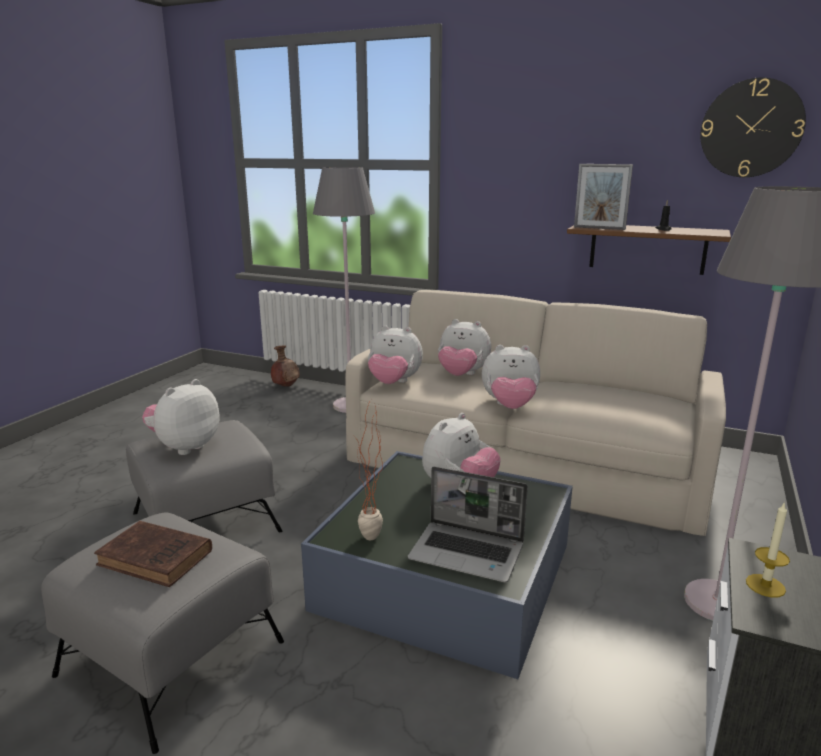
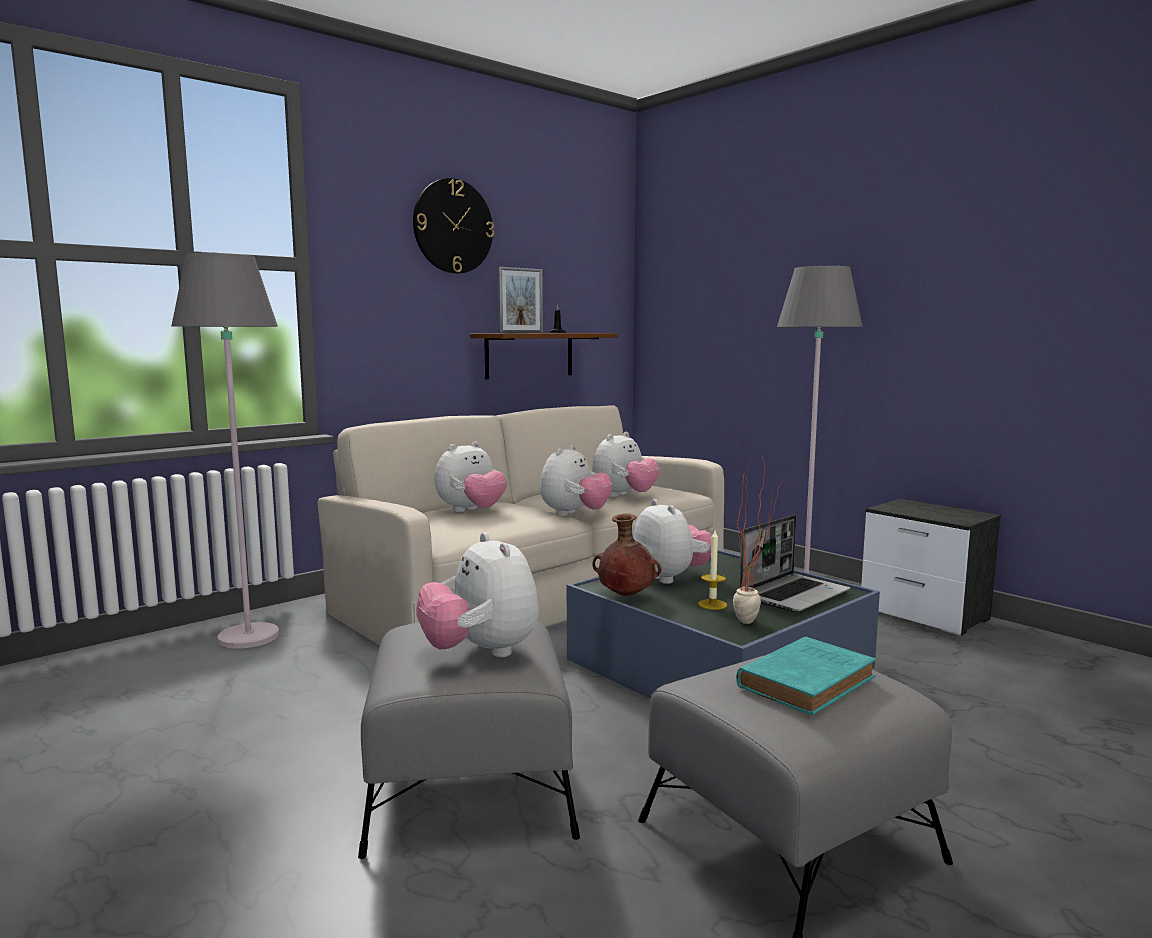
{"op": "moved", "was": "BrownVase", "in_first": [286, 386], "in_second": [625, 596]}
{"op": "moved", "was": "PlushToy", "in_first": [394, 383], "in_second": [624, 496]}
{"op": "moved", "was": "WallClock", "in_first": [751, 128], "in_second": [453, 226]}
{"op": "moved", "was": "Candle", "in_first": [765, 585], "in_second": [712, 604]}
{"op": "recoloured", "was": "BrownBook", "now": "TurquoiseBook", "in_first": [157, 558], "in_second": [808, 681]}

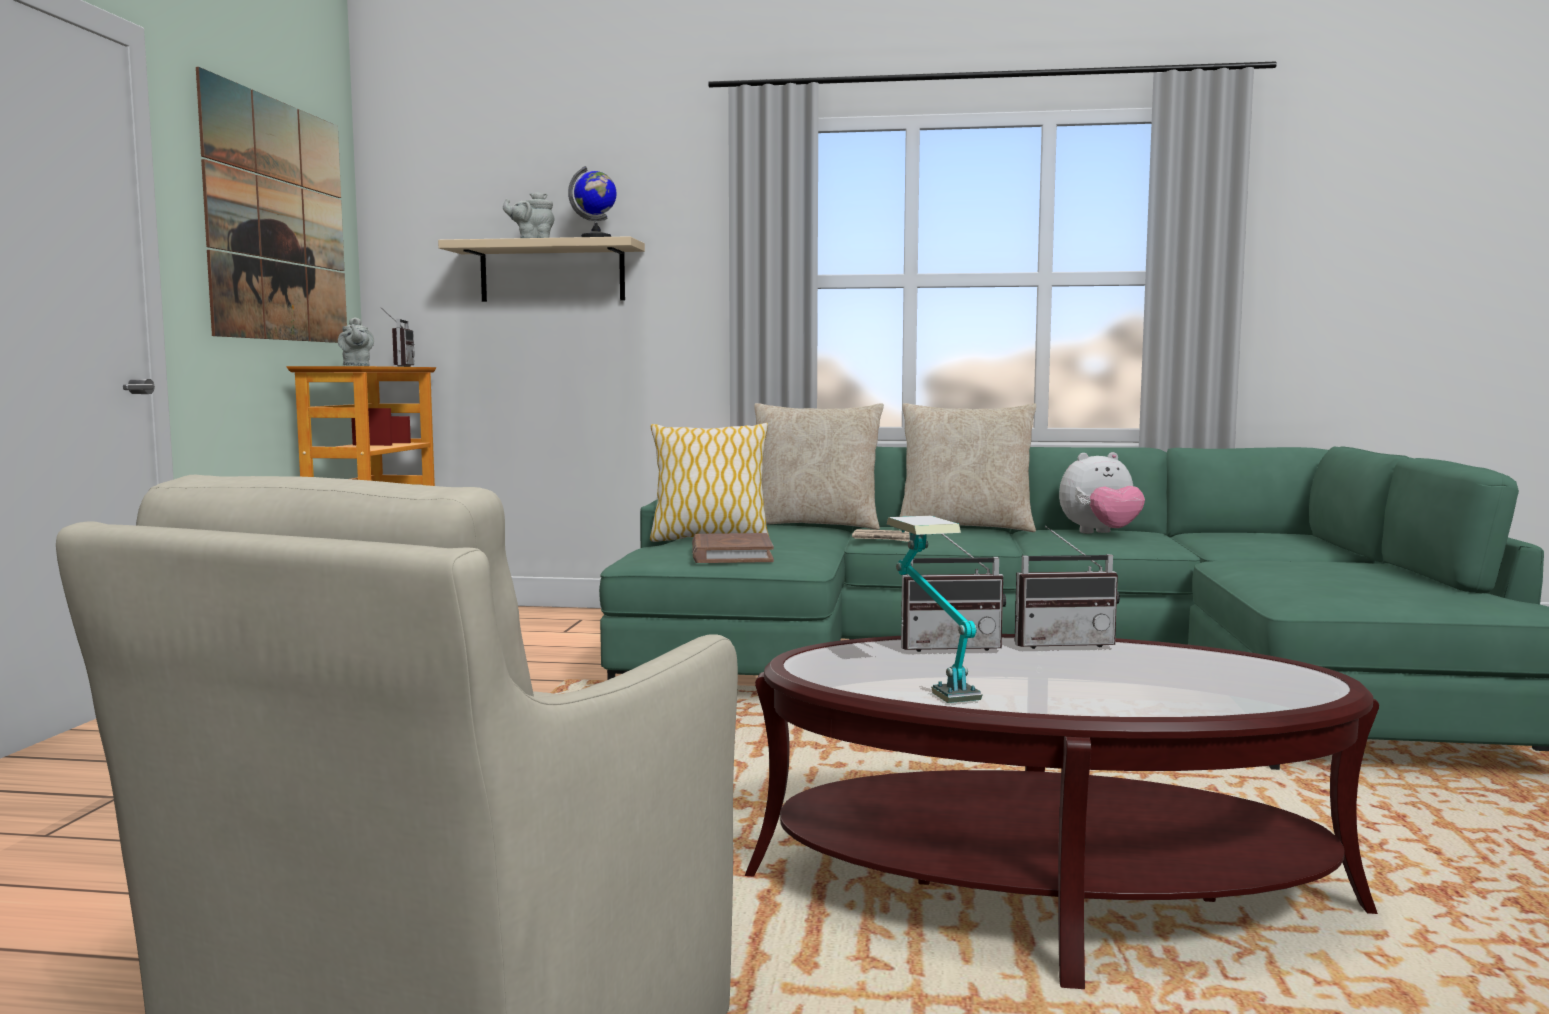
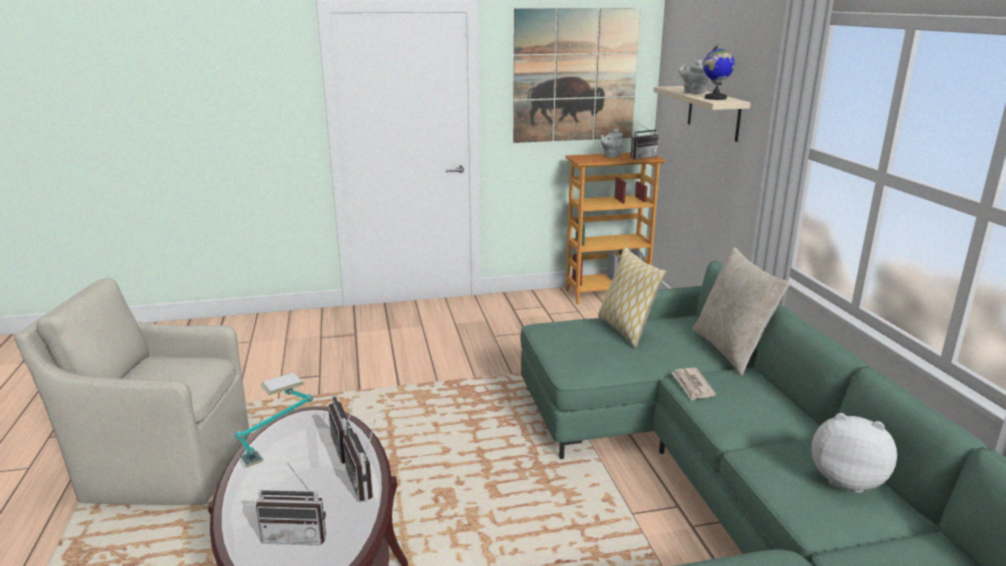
{"op": "removed", "was": "BrownBook", "in_first": [731, 554]}
{"op": "removed", "was": "BeigePillow", "in_first": [965, 527]}
{"op": "added", "now": "Radio", "in_second": [297, 534]}
{"op": "turned", "was": "PlushToy", "in_first": [1100, 534], "in_second": [846, 479], "clockwise": 150}

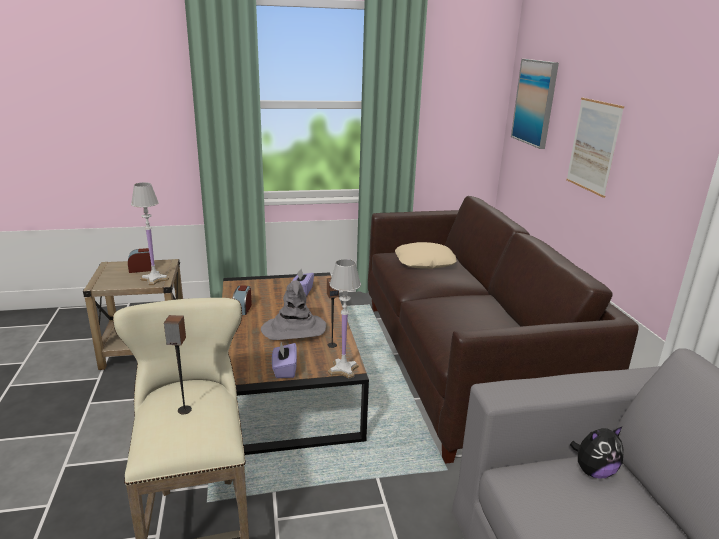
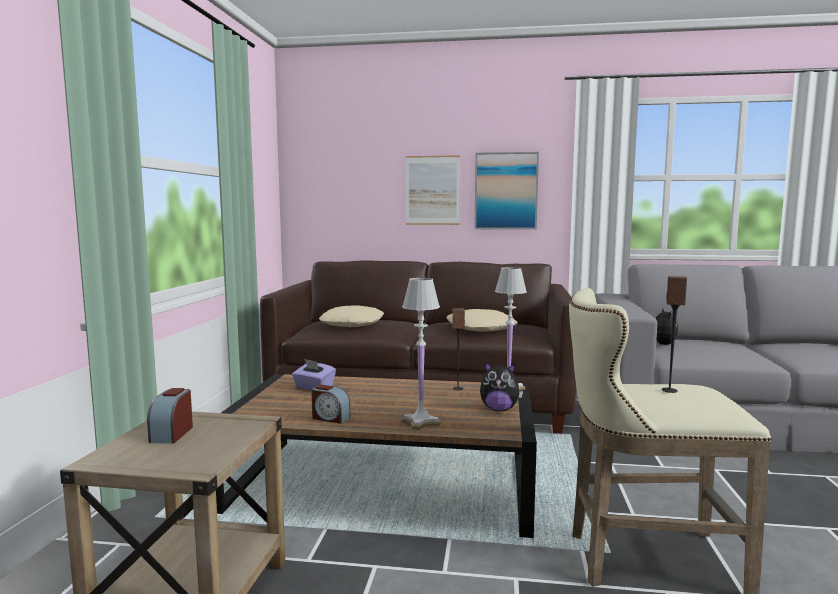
{"op": "removed", "was": "GreyHat", "in_first": [294, 329]}
{"op": "added", "now": "BeigePillow", "in_second": [481, 328]}
{"op": "moved", "was": "WhiteTableLamp", "in_first": [155, 279], "in_second": [420, 422]}
{"op": "moved", "was": "Picture", "in_first": [535, 102], "in_second": [506, 191]}
{"op": "replaced", "was": "PurpleTissueBox", "now": "PlushToy", "in_first": [284, 370], "in_second": [499, 409]}

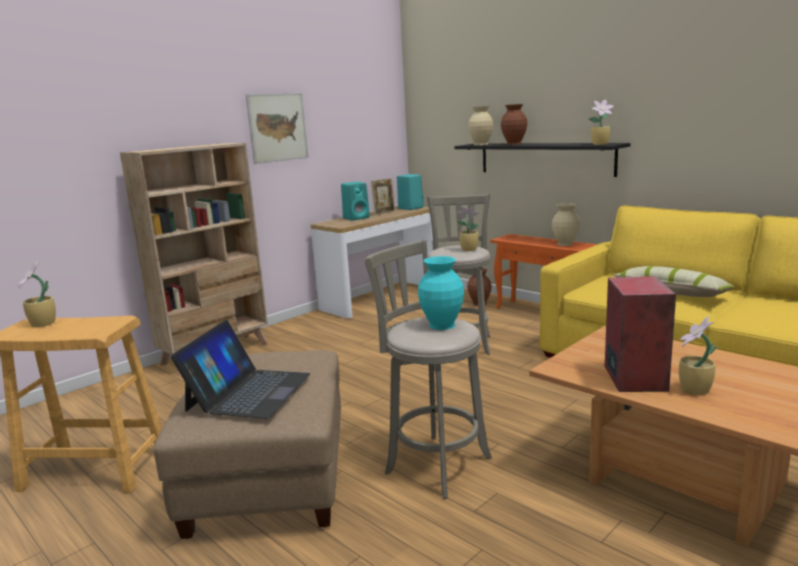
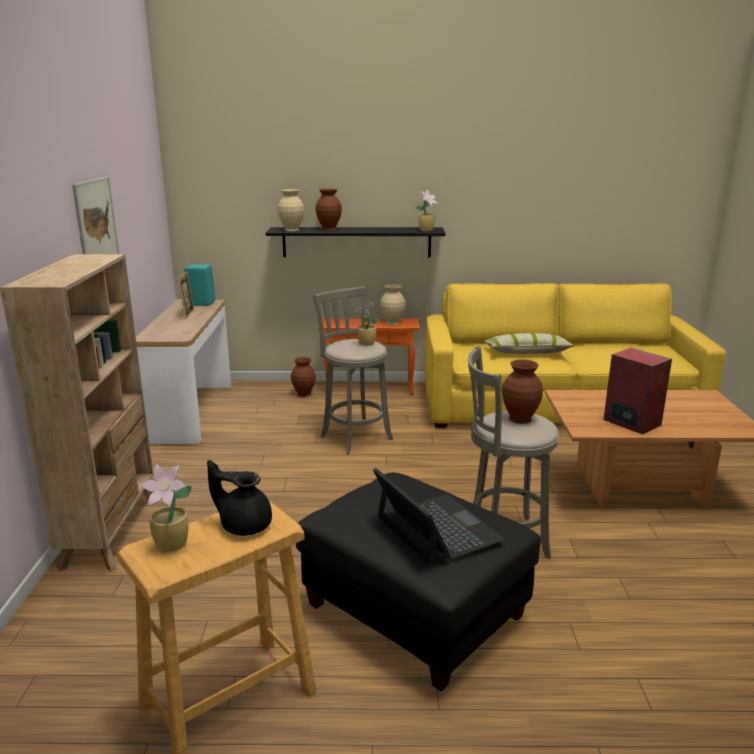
{"op": "removed", "was": "TurquoiseSpeaker", "in_first": [357, 218]}
{"op": "removed", "was": "PottedPlant", "in_first": [694, 390]}
{"op": "added", "now": "BlackTeapot", "in_second": [244, 525]}
{"op": "recoloured", "was": "BeigeOttoman", "now": "BlackOttoman", "in_first": [269, 479], "in_second": [413, 612]}
{"op": "recoloured", "was": "TurquoiseVase", "now": "BrownVase", "in_first": [441, 325], "in_second": [519, 419]}

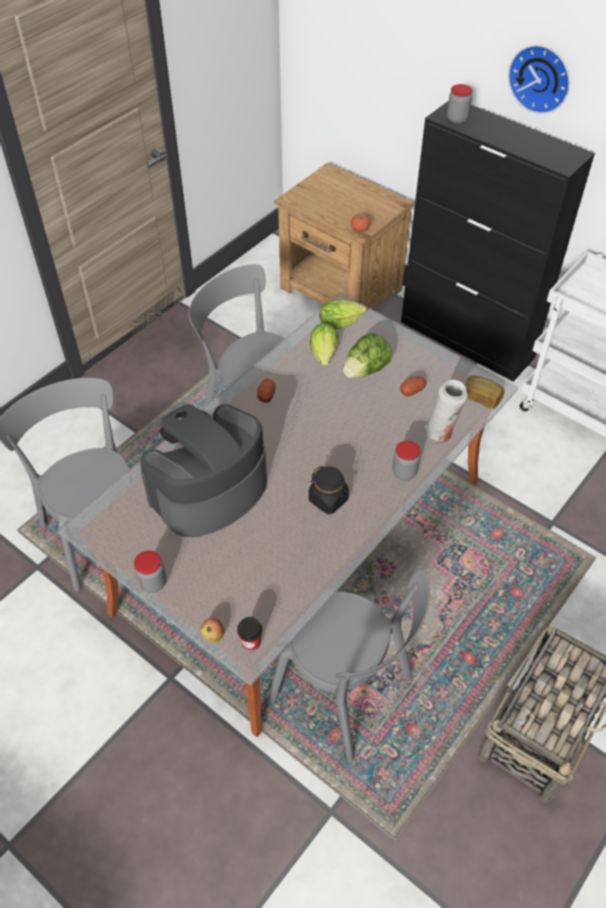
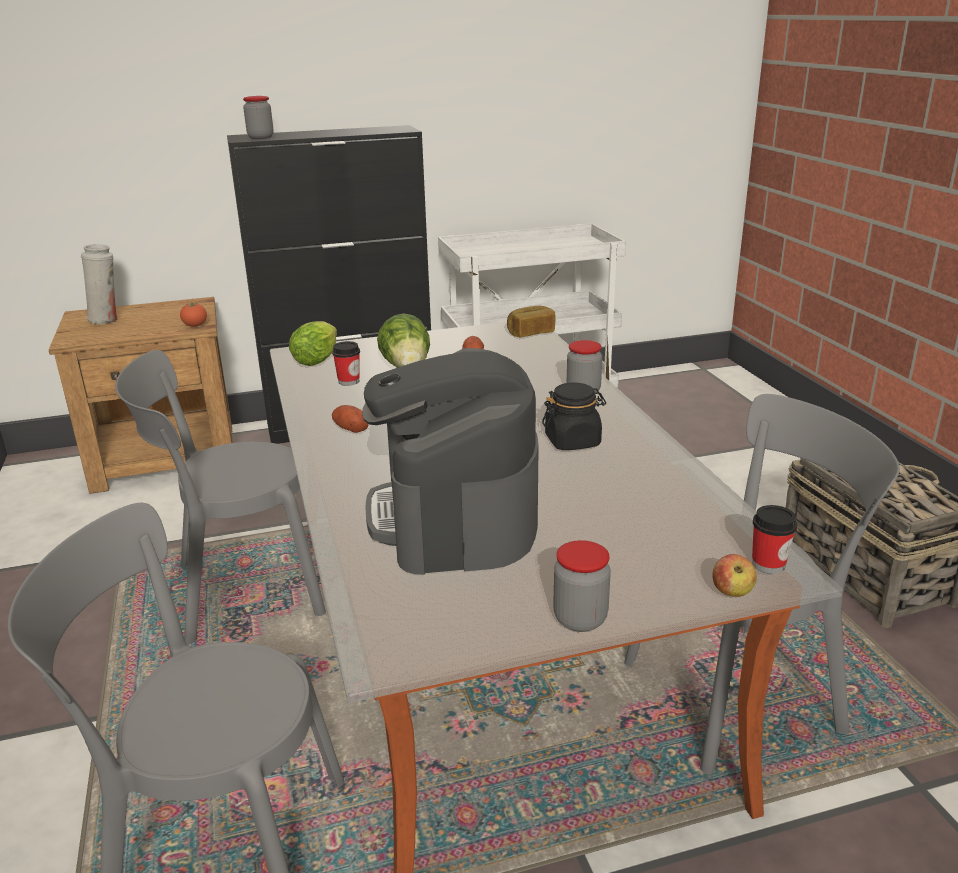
{"op": "removed", "was": "WallClock", "in_first": [541, 77]}
{"op": "moved", "was": "WhiteVase", "in_first": [441, 434], "in_second": [106, 320]}
{"op": "replaced", "was": "Lettuce", "now": "Cup", "in_first": [324, 356], "in_second": [349, 381]}

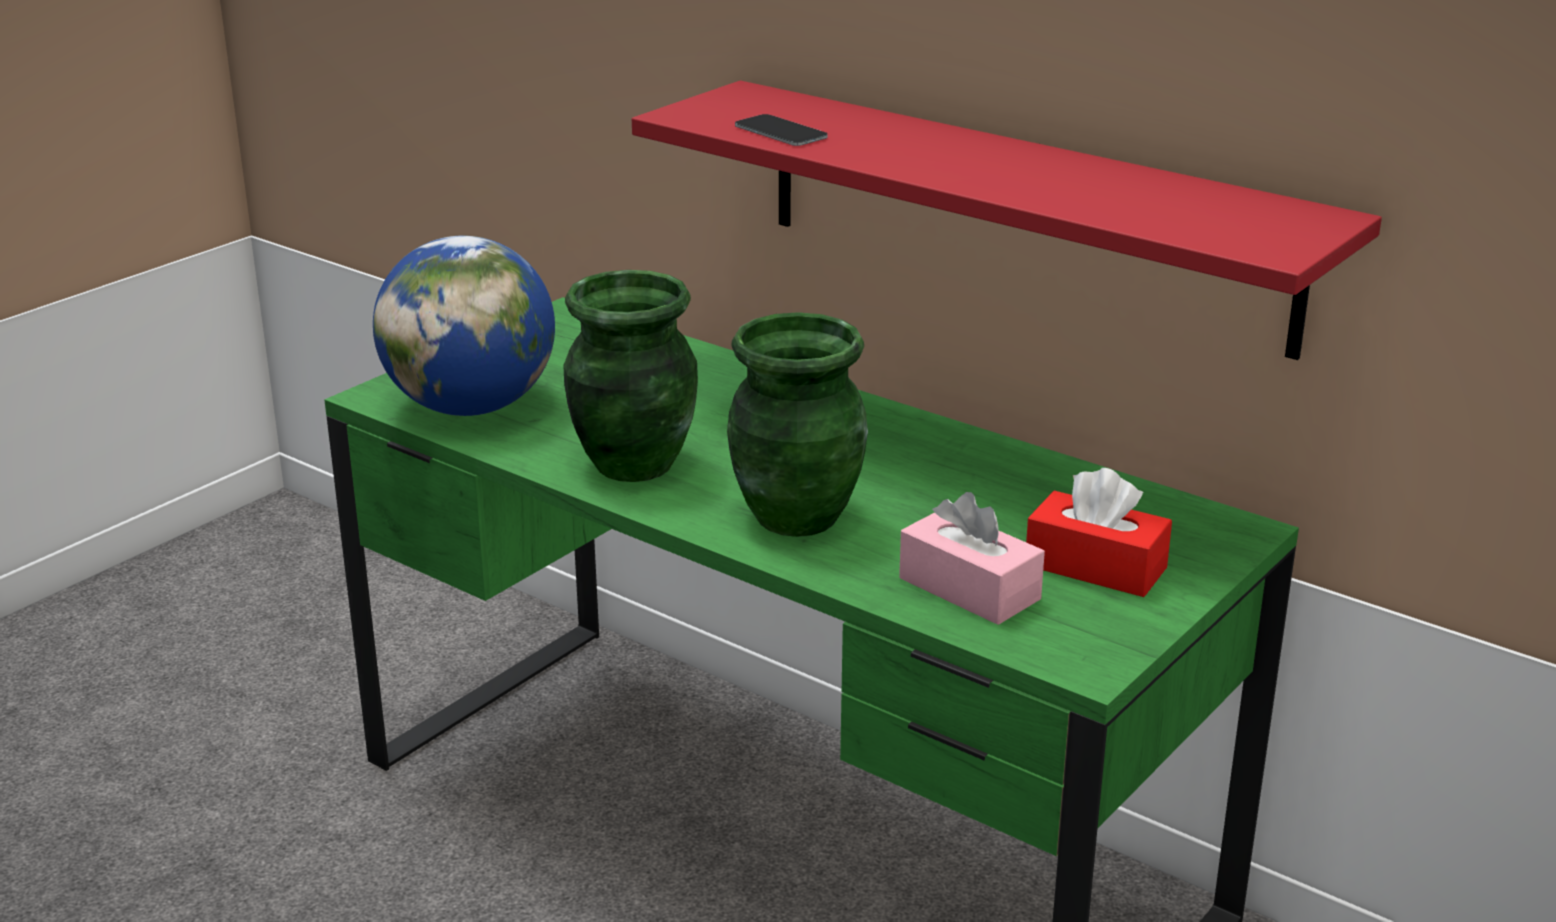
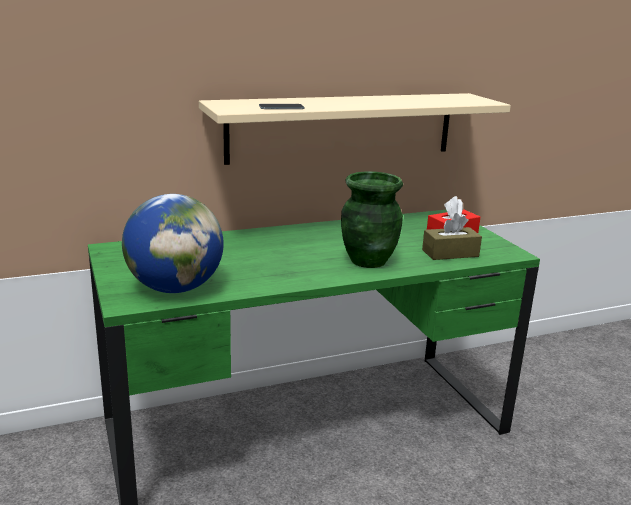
{"op": "removed", "was": "GreenVase", "in_first": [632, 465]}
{"op": "recoloured", "was": "RedShelf", "now": "BeigeShelf", "in_first": [1022, 214], "in_second": [342, 127]}
{"op": "recoloured", "was": "PinkTissueBox", "now": "BrownTissueBox", "in_first": [969, 589], "in_second": [450, 253]}

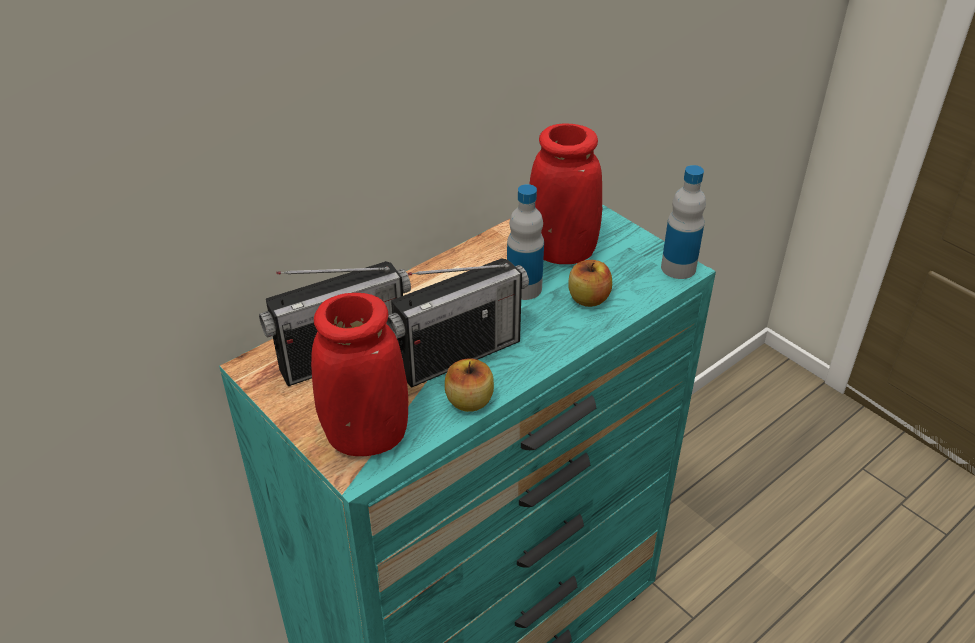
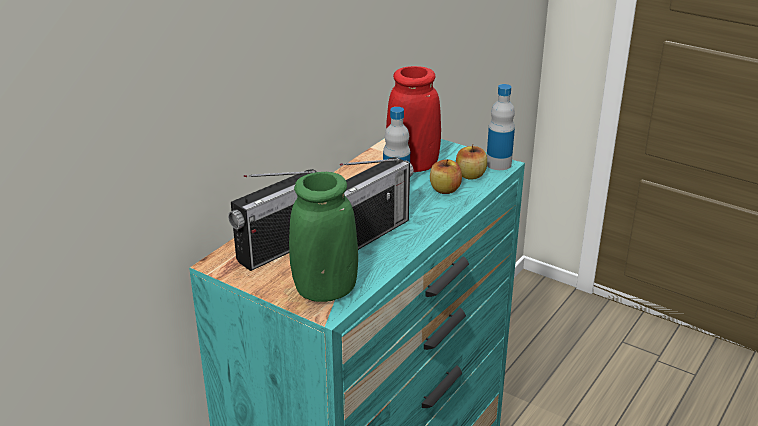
{"op": "moved", "was": "Apple", "in_first": [469, 401], "in_second": [470, 175]}
{"op": "recoloured", "was": "RedVase", "now": "GreenVase", "in_first": [366, 437], "in_second": [325, 291]}

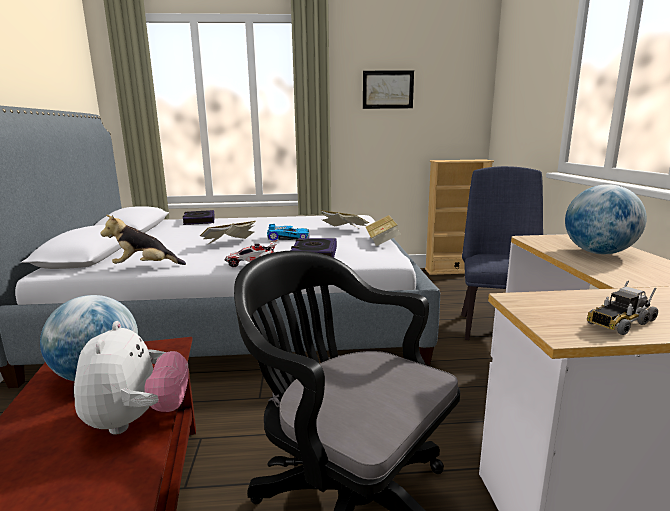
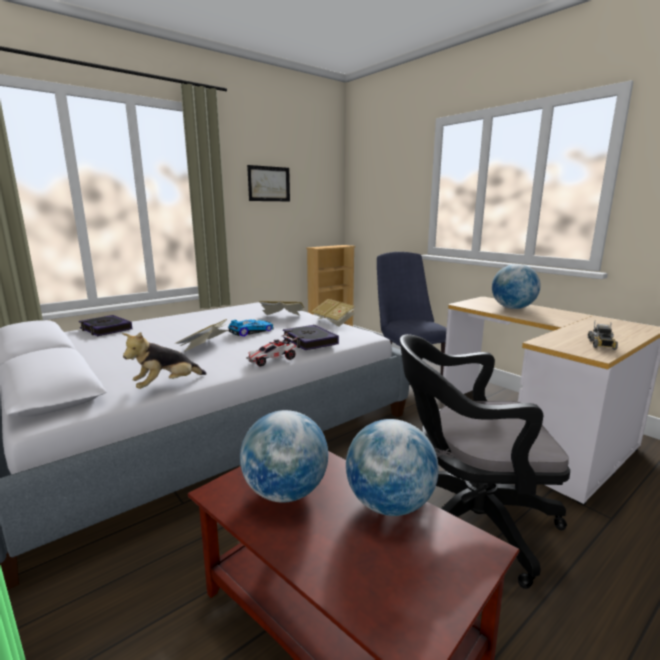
{"op": "replaced", "was": "PlushToy", "now": "Globe", "in_first": [138, 420], "in_second": [389, 505]}

